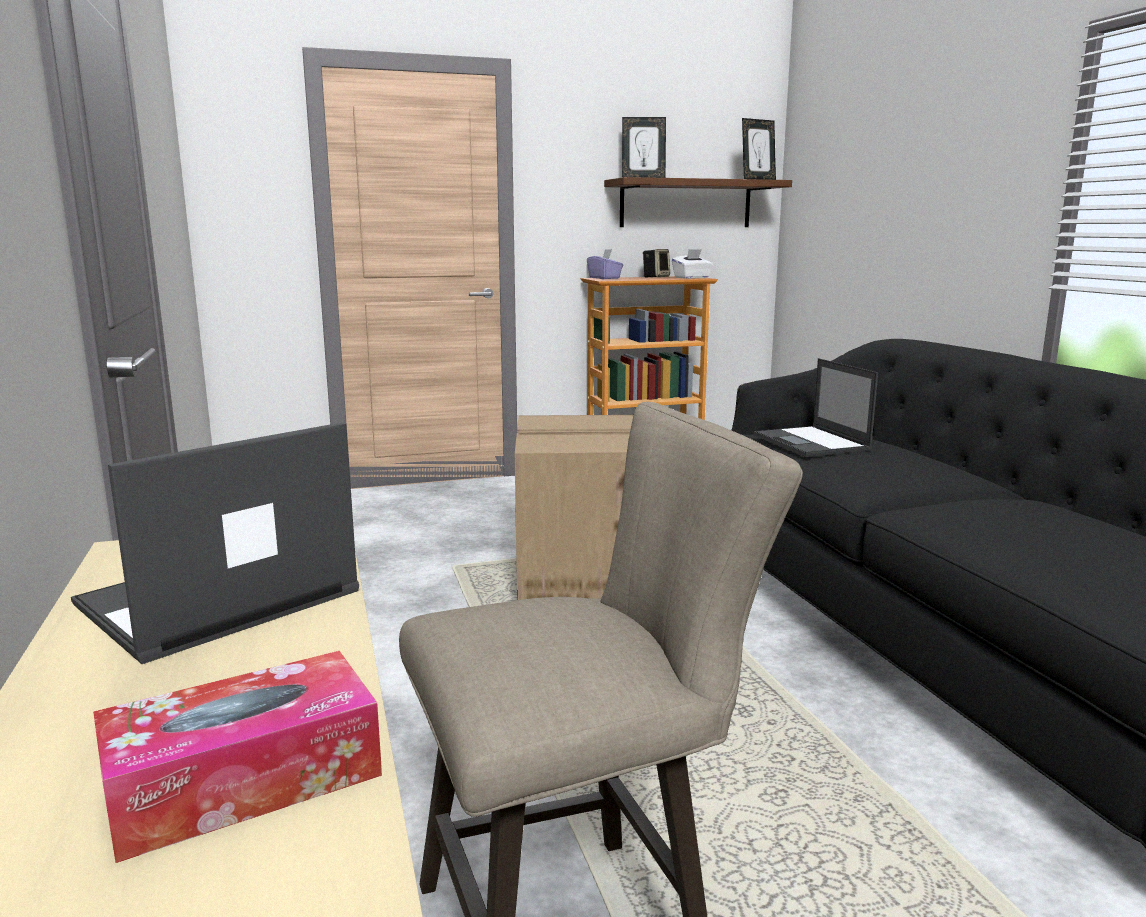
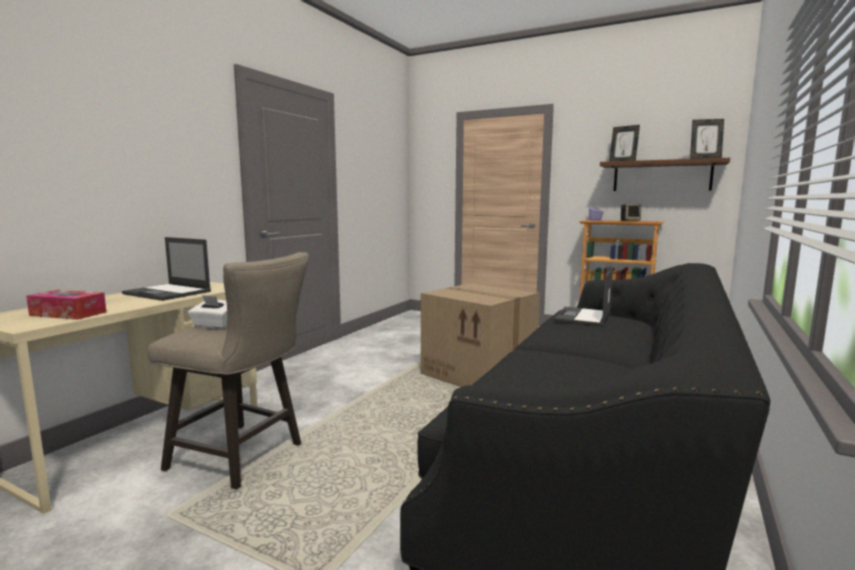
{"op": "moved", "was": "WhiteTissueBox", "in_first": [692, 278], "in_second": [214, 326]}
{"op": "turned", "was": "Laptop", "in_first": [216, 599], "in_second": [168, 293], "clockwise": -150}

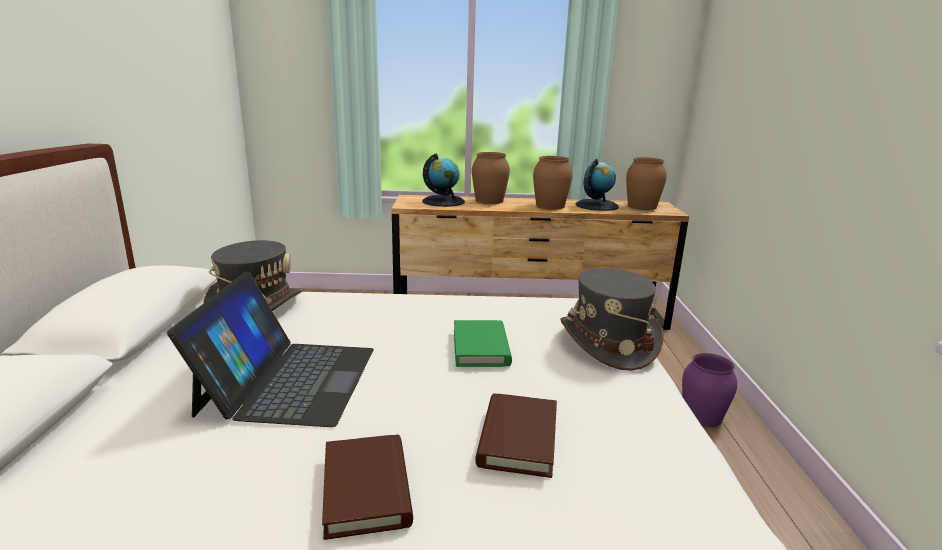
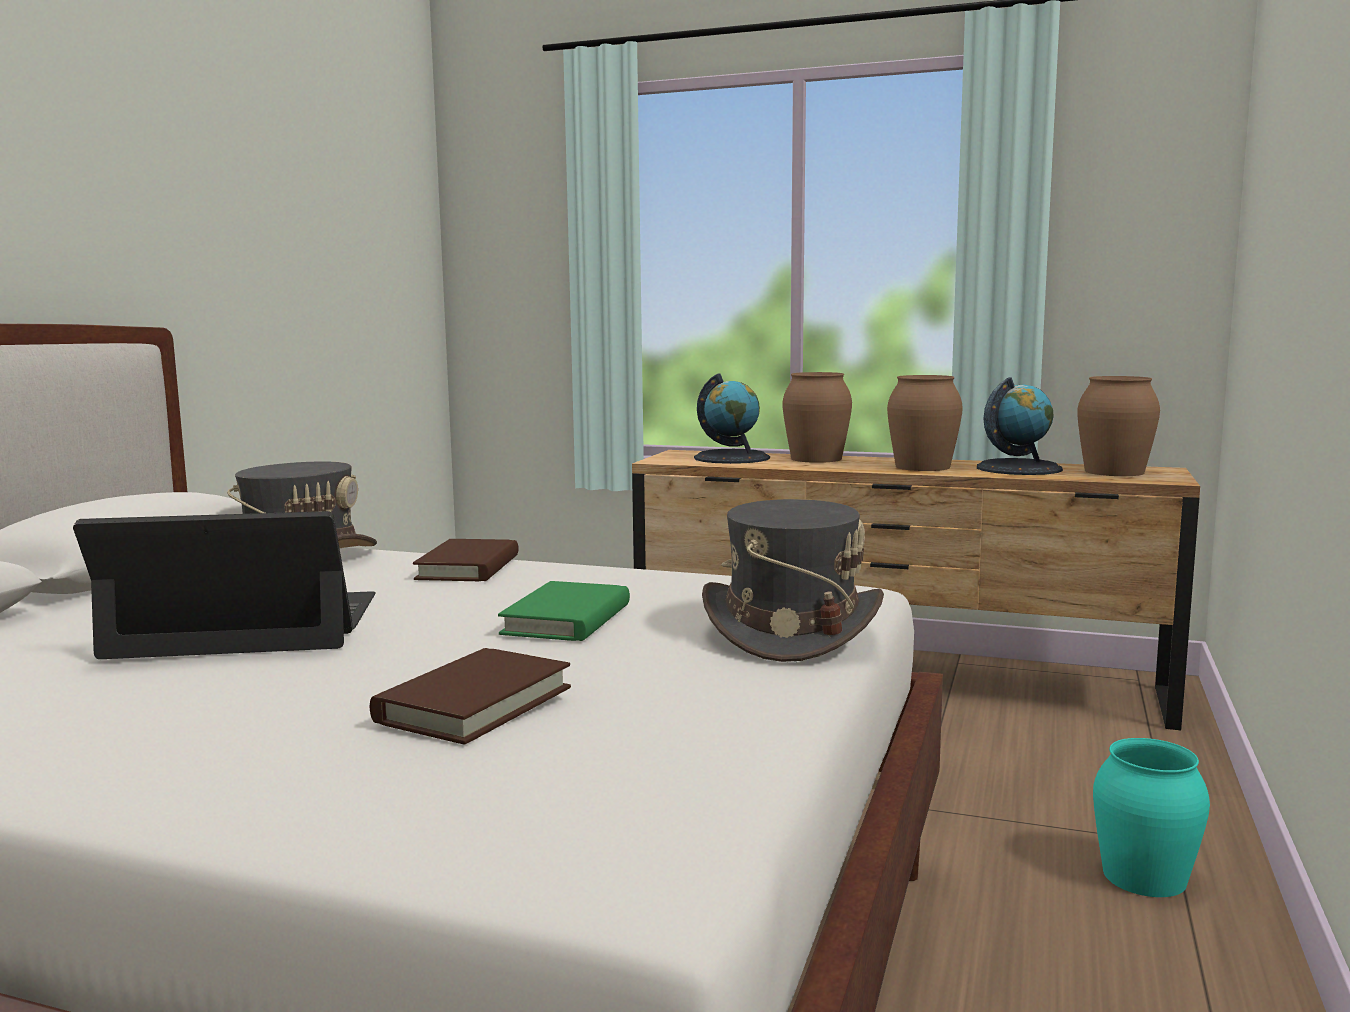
{"op": "moved", "was": "BrownBook", "in_first": [366, 489], "in_second": [468, 567]}
{"op": "recoloured", "was": "PurpleVase", "now": "TurquoiseVase", "in_first": [702, 416], "in_second": [1145, 876]}
{"op": "turned", "was": "Laptop", "in_first": [289, 380], "in_second": [247, 625], "clockwise": -120}

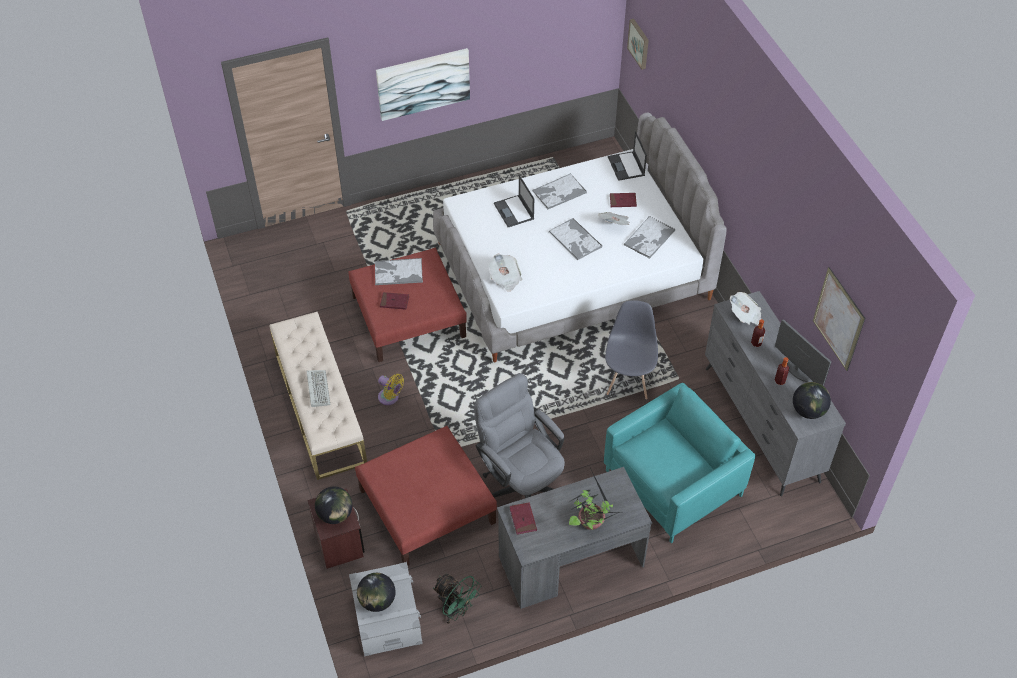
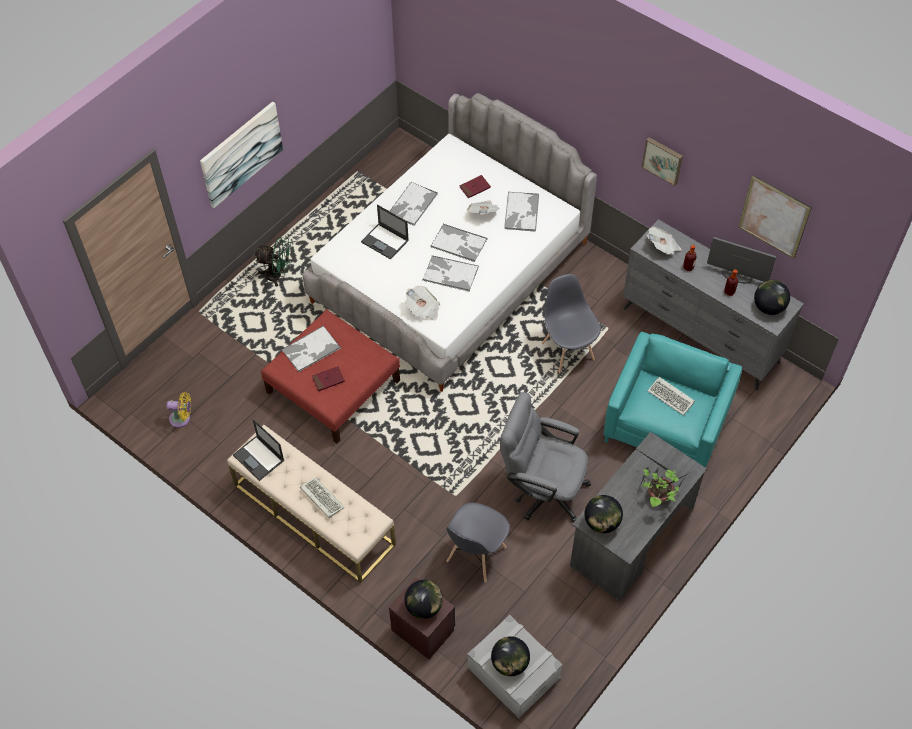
{"op": "added", "now": "Tray", "in_second": [450, 274]}
{"op": "added", "now": "Keyboard", "in_second": [672, 397]}
{"op": "moved", "was": "YellowFan", "in_first": [390, 398], "in_second": [182, 419]}
{"op": "moved", "was": "GreenFan", "in_first": [456, 611], "in_second": [277, 276]}
{"op": "moved", "was": "Laptop", "in_first": [626, 166], "in_second": [259, 458]}
{"op": "moved", "was": "Picture", "in_first": [639, 43], "in_second": [663, 160]}
{"op": "replaced", "was": "RedOttoman", "now": "GreyChair", "in_first": [426, 506], "in_second": [476, 555]}
{"op": "replaced", "was": "RedBook", "now": "Globe", "in_first": [523, 519], "in_second": [601, 522]}

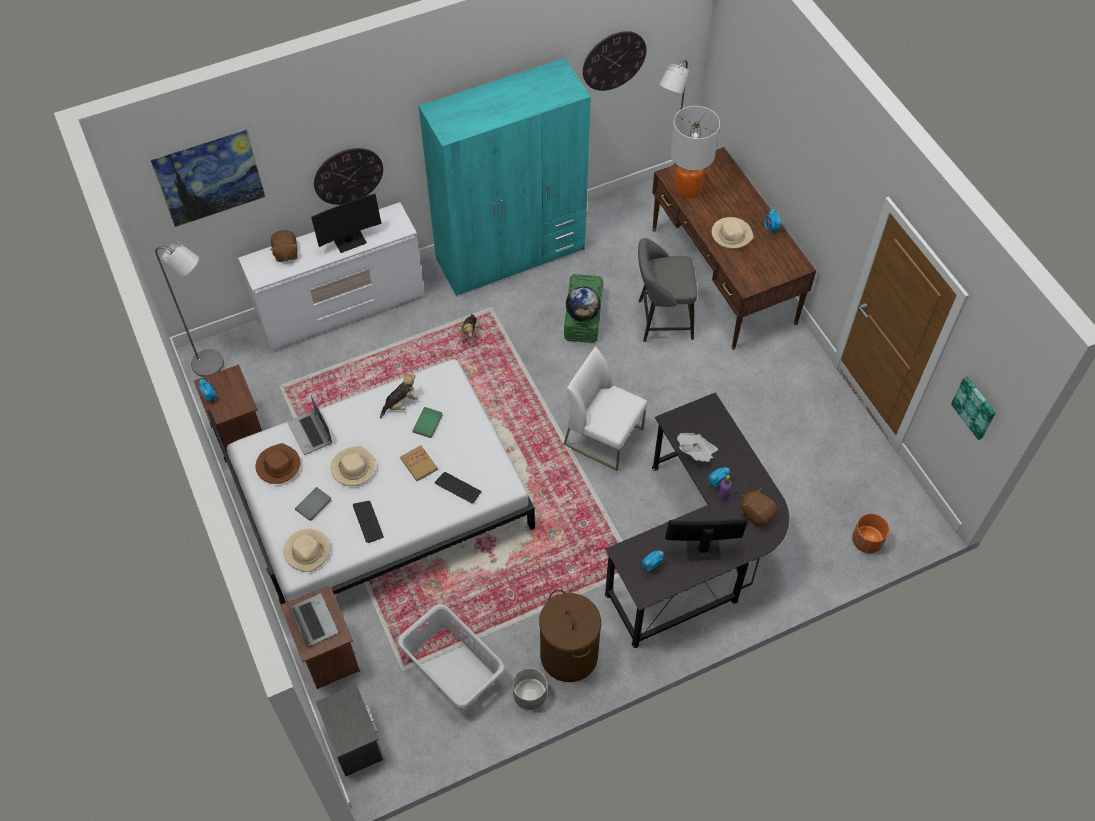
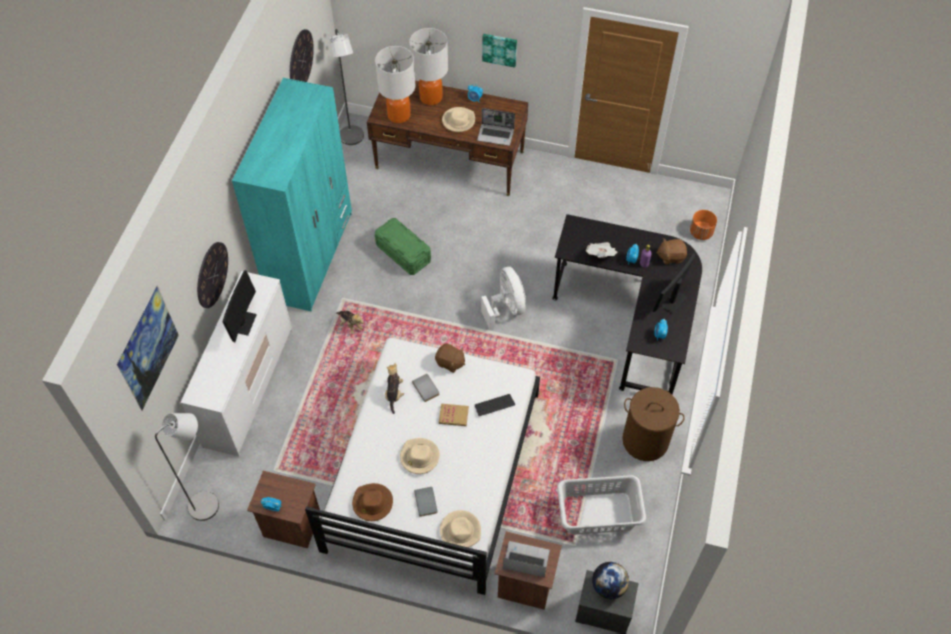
{"op": "removed", "was": "Keyboard", "in_first": [368, 521]}
{"op": "removed", "was": "GreyPlanter", "in_first": [530, 695]}
{"op": "removed", "was": "GreyStool", "in_first": [661, 320]}
{"op": "added", "now": "TableLamp", "in_second": [431, 97]}
{"op": "moved", "was": "BrownPlushToy", "in_first": [285, 253], "in_second": [450, 363]}
{"op": "moved", "was": "Laptop", "in_first": [311, 433], "in_second": [496, 135]}
{"op": "moved", "was": "Globe", "in_first": [582, 314], "in_second": [608, 586]}
{"op": "moved", "was": "Picture", "in_first": [975, 407], "in_second": [499, 49]}
{"op": "replaced", "was": "WhiteChair", "now": "WhiteFan", "in_first": [604, 436], "in_second": [506, 308]}
{"op": "recoloured", "was": "GreenBook", "now": "GreyBook", "in_first": [429, 423], "in_second": [426, 388]}

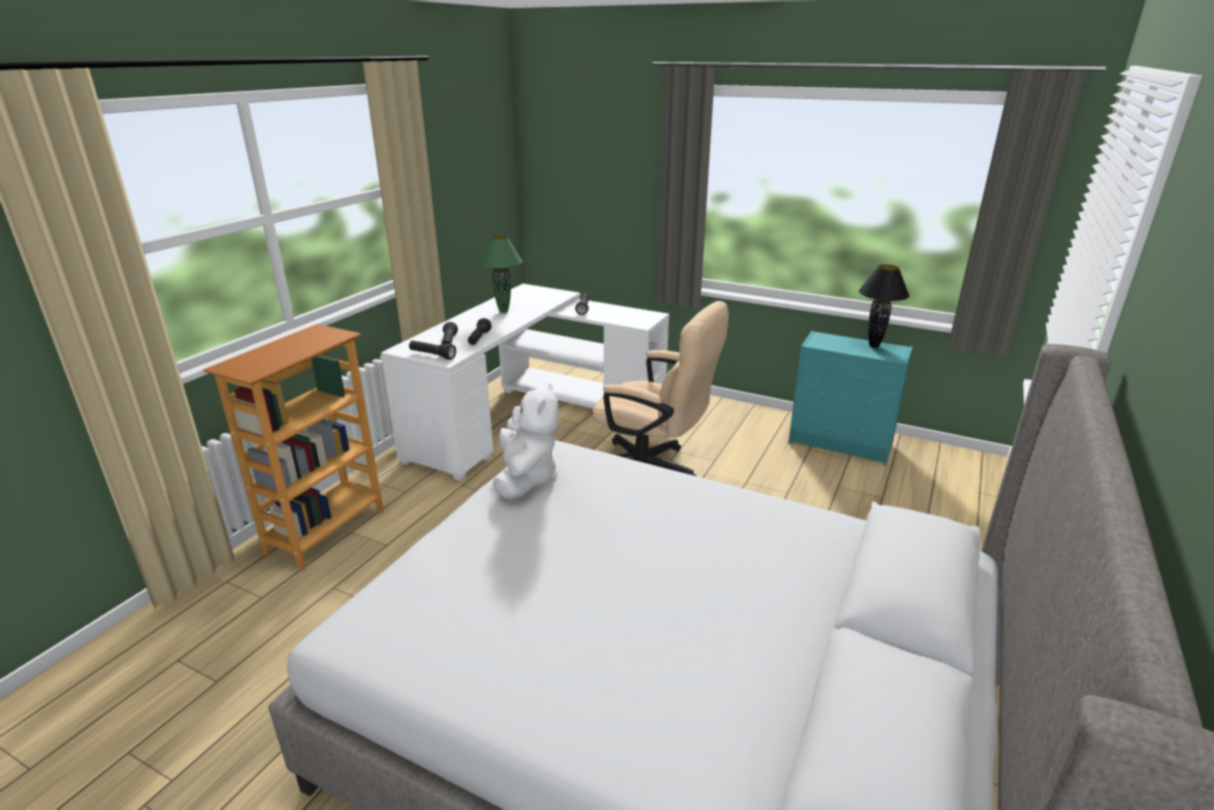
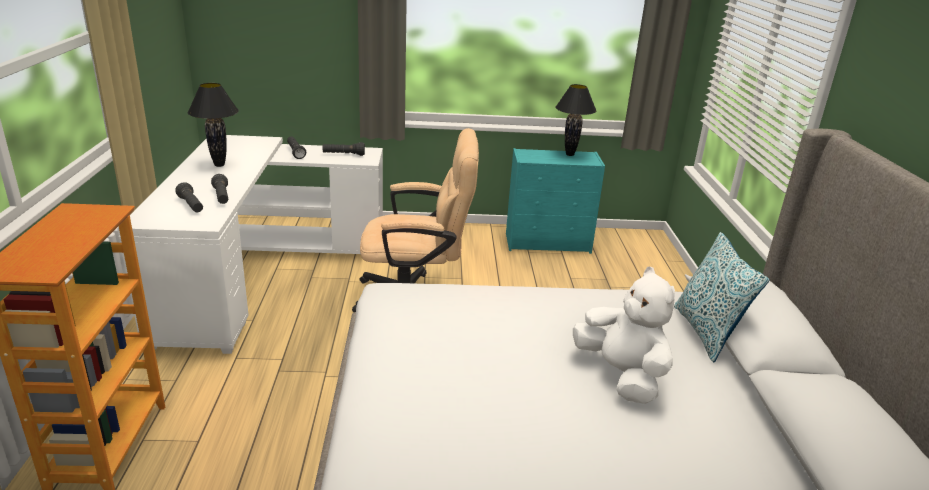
{"op": "added", "now": "Pillow", "in_second": [706, 332]}
{"op": "moved", "was": "BlackFlashlight", "in_first": [432, 355], "in_second": [343, 154]}
{"op": "moved", "was": "WhitePlushToy", "in_first": [526, 478], "in_second": [621, 375]}
{"op": "recoloured", "was": "GreenTableLamp", "now": "BlackTableLamp", "in_first": [504, 311], "in_second": [220, 165]}

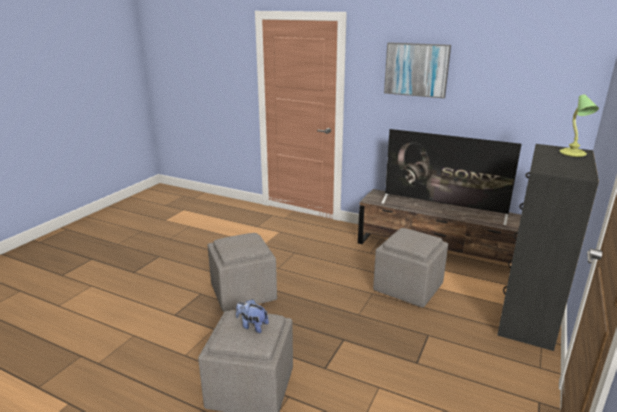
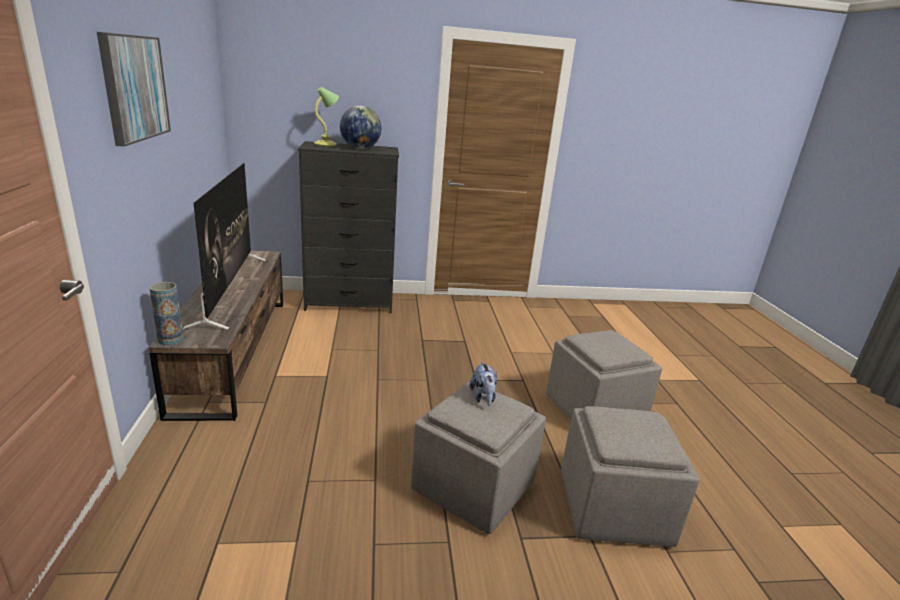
{"op": "added", "now": "Vase", "in_second": [170, 339]}
{"op": "added", "now": "Globe", "in_second": [360, 149]}
{"op": "moved", "was": "PlushToy", "in_first": [252, 326], "in_second": [483, 397]}
{"op": "moved", "was": "GreyOttoman", "in_first": [409, 288], "in_second": [612, 507]}

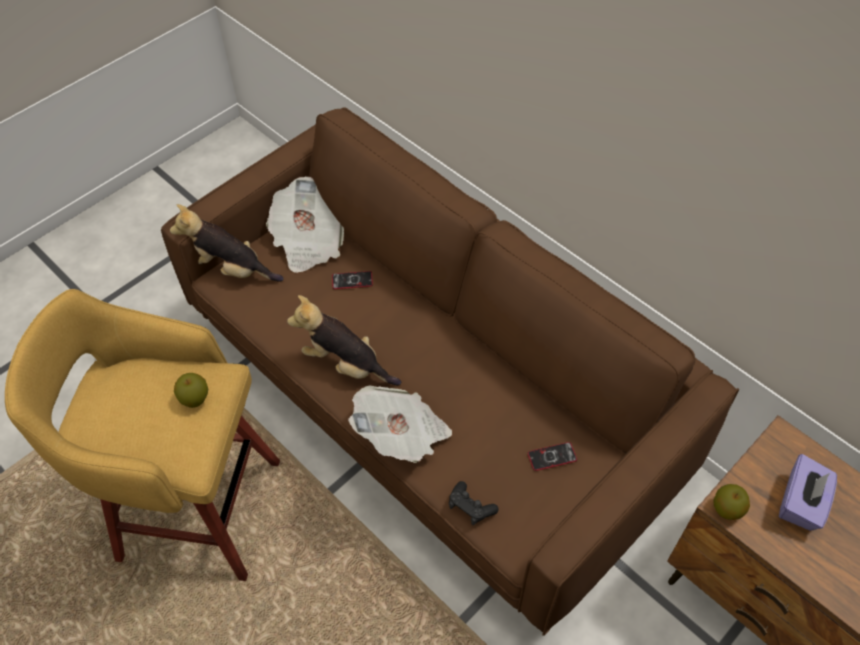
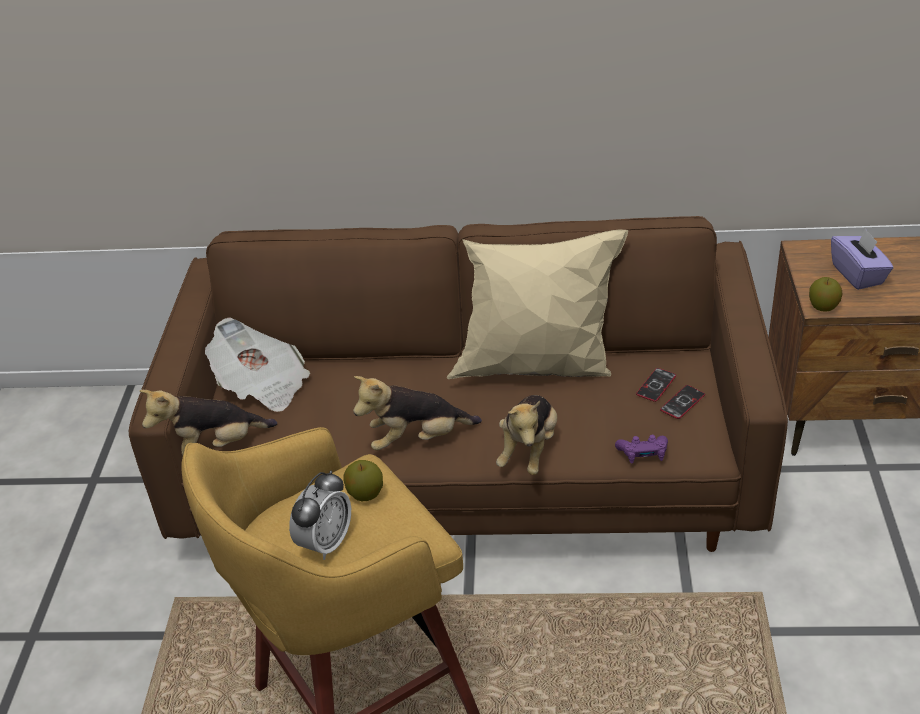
{"op": "added", "now": "AlarmClock", "in_second": [325, 543]}
{"op": "added", "now": "BeigePillow", "in_second": [538, 368]}
{"op": "moved", "was": "Phone", "in_first": [352, 280], "in_second": [682, 403]}
{"op": "replaced", "was": "Newspaper", "now": "PlushToy", "in_first": [402, 435], "in_second": [529, 450]}
{"op": "recoloured", "was": "BlackGameController", "now": "PurpleGameController", "in_first": [470, 507], "in_second": [643, 455]}

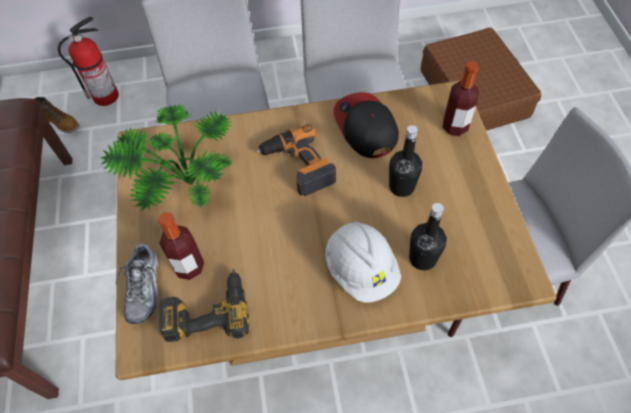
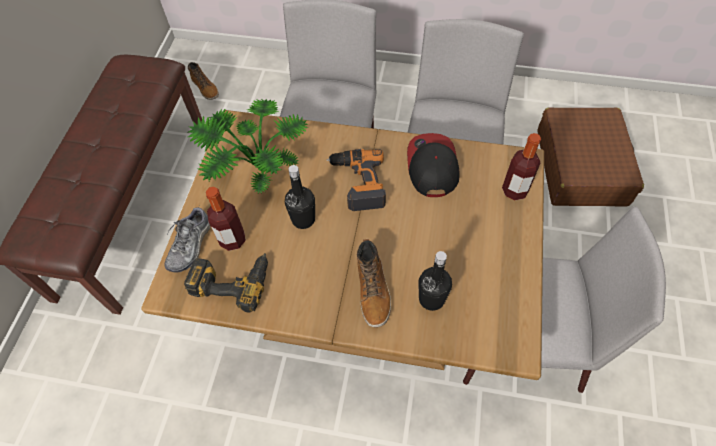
{"op": "removed", "was": "FireExtinguisher", "in_first": [106, 95]}
{"op": "moved", "was": "BlackBottle", "in_first": [401, 187], "in_second": [303, 219]}
{"op": "replaced", "was": "WhiteHardHat", "now": "Boot", "in_first": [361, 269], "in_second": [373, 290]}

